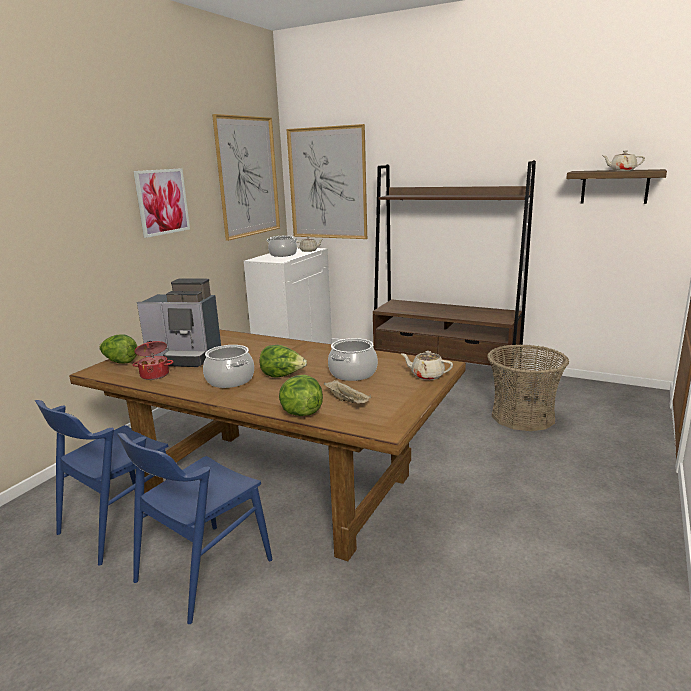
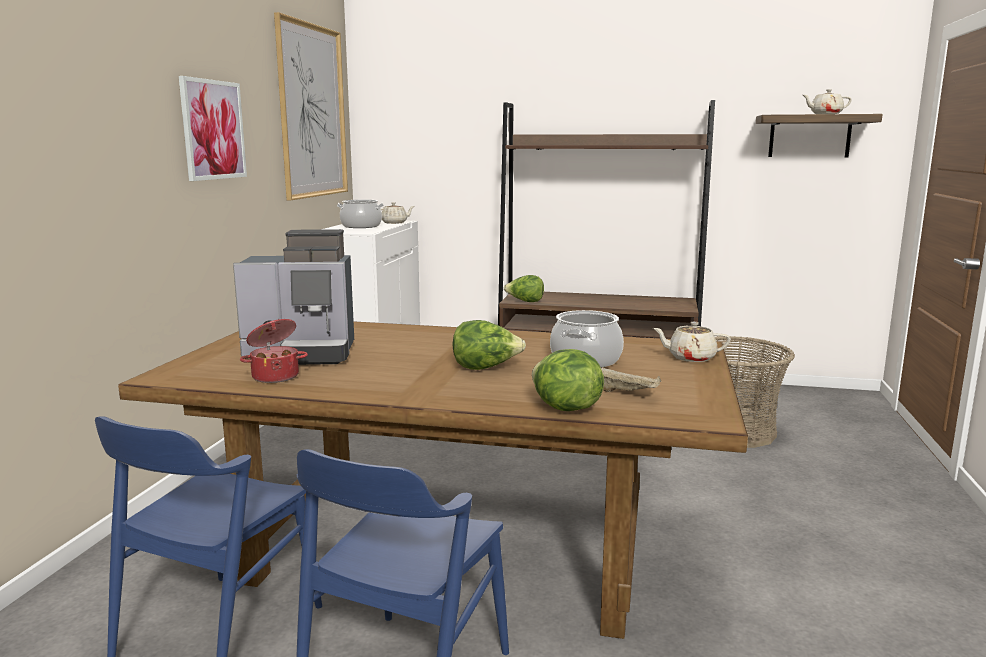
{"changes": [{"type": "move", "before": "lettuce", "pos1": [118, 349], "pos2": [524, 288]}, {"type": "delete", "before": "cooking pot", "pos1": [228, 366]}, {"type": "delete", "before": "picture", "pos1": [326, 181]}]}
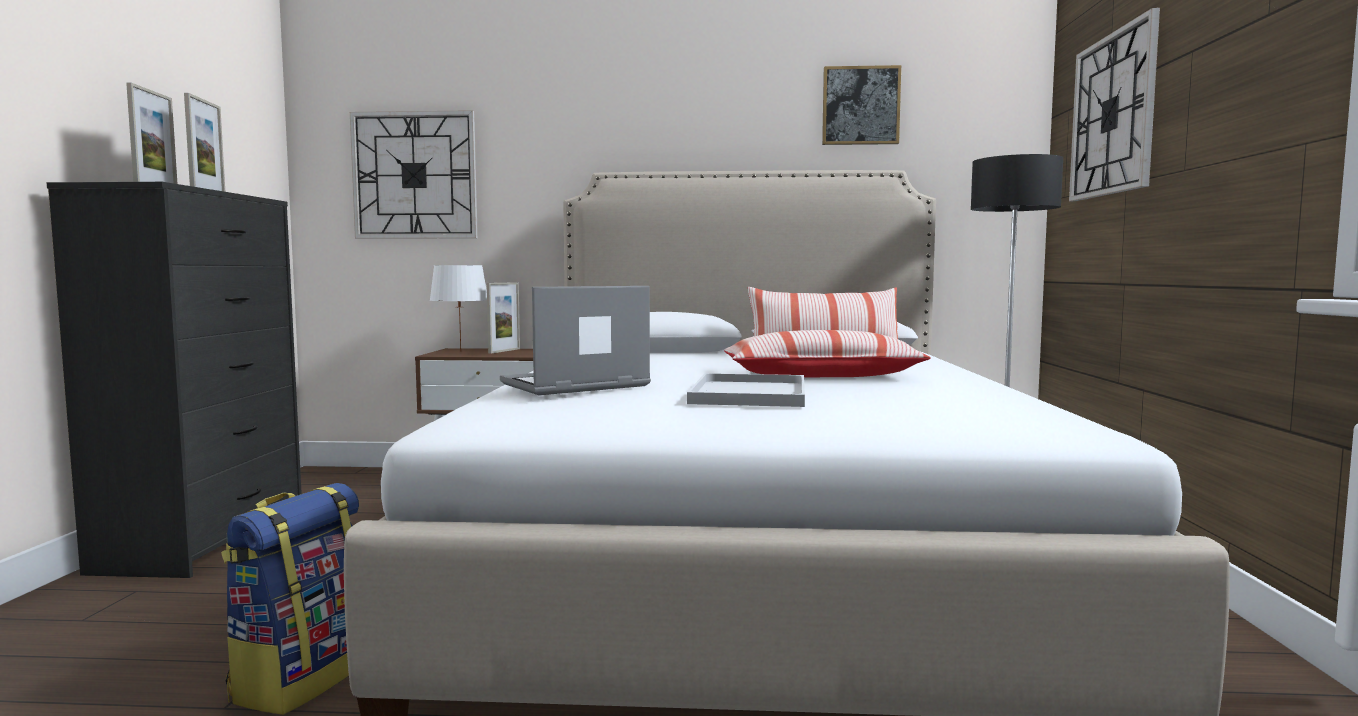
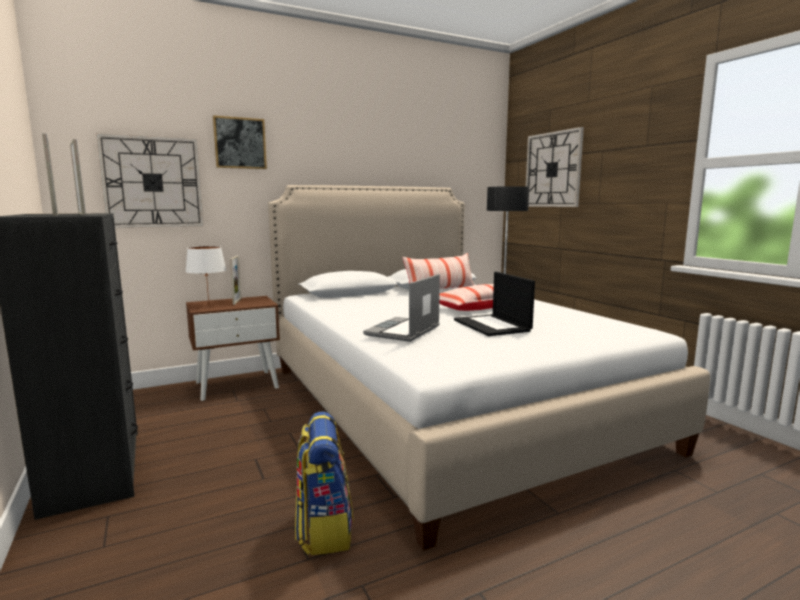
{"changes": [{"type": "replace", "before": "white tray", "after": "laptop", "pos1": [746, 390], "pos2": [494, 304]}, {"type": "move", "before": "picture", "pos1": [861, 105], "pos2": [240, 142]}]}
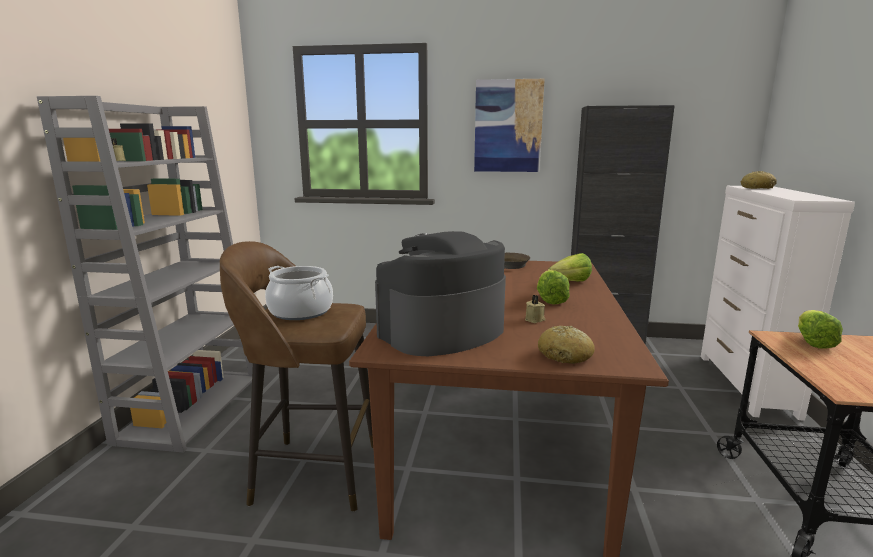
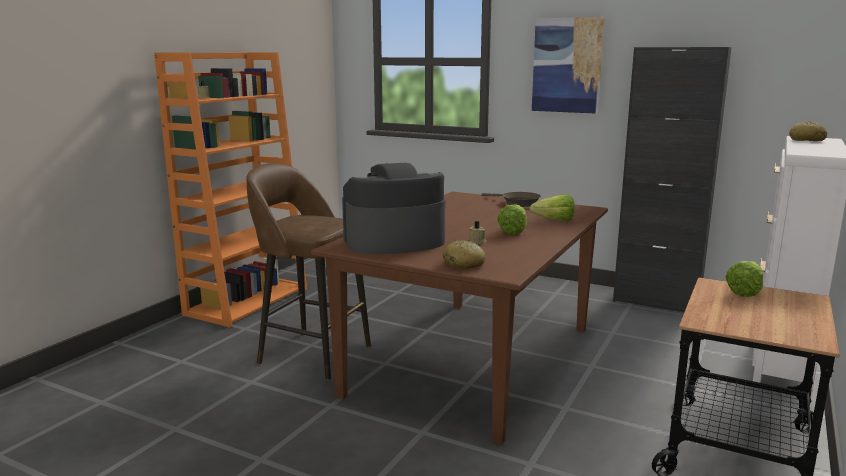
{"changes": [{"type": "recolor", "before": "grey bookcase", "after": "orange bookcase", "pos1": [145, 274], "pos2": [230, 189]}, {"type": "delete", "before": "cooking pot", "pos1": [299, 293]}]}
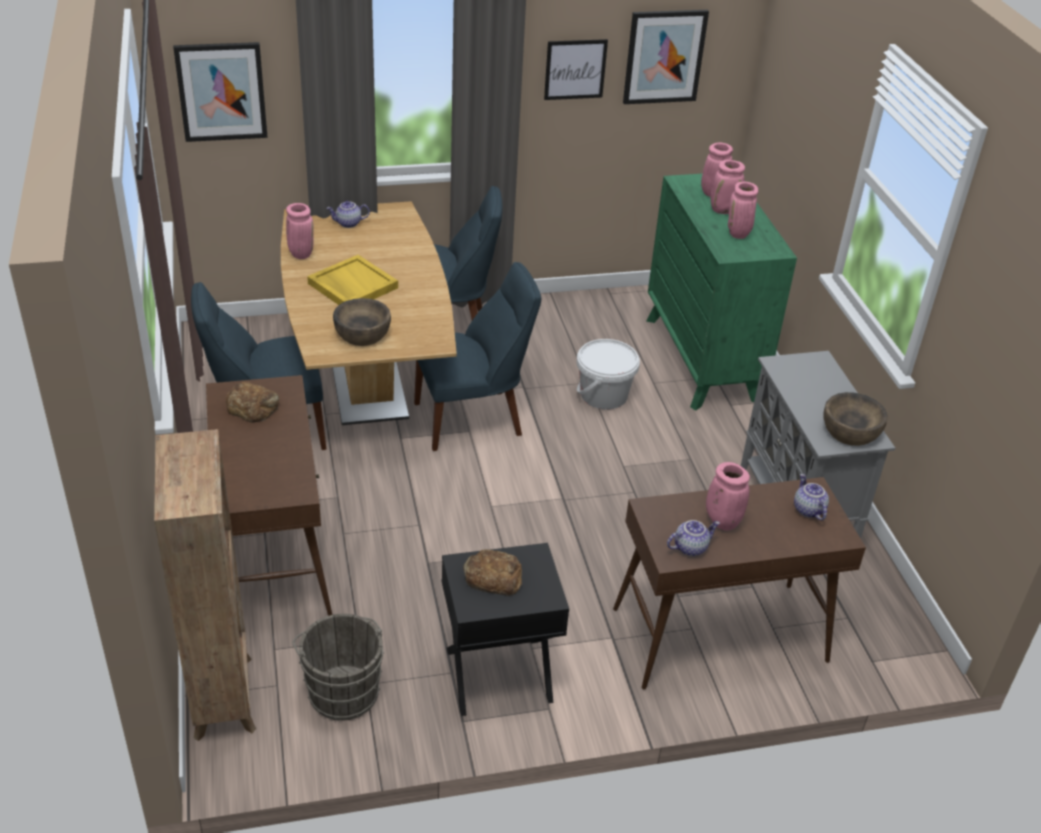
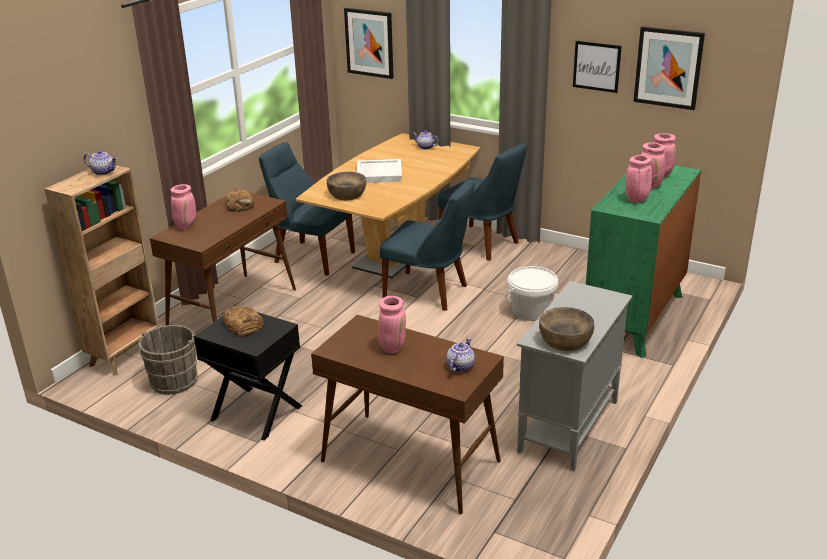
{"changes": [{"type": "move", "before": "pink vase", "pos1": [300, 231], "pos2": [183, 206]}, {"type": "recolor", "before": "yellow tray", "after": "white tray", "pos1": [352, 280], "pos2": [379, 171]}, {"type": "move", "before": "teapot", "pos1": [693, 538], "pos2": [100, 162]}]}
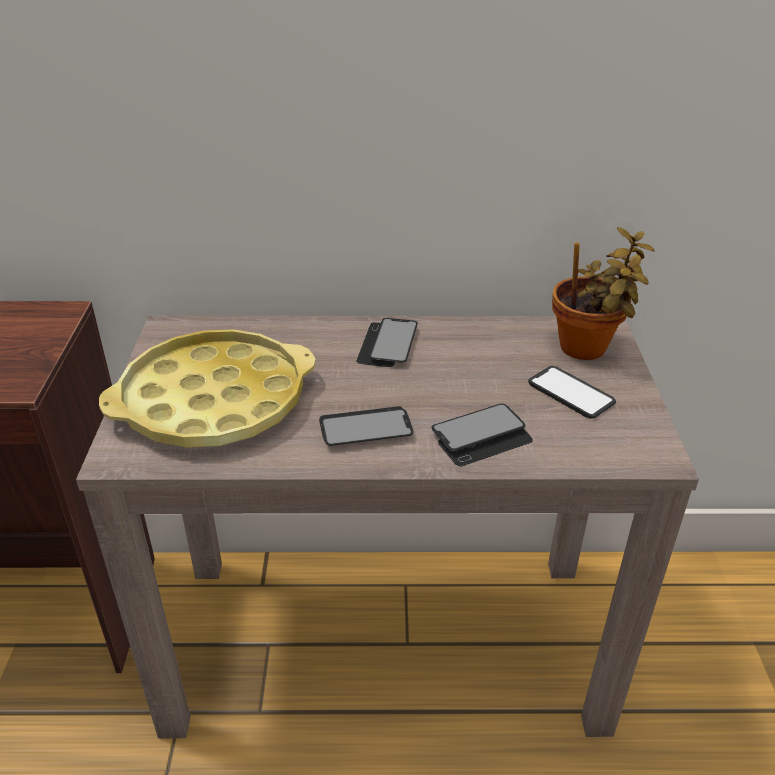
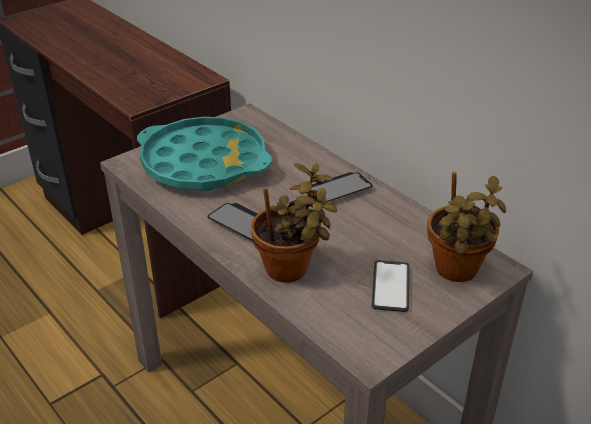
{"changes": [{"type": "recolor", "before": "yellow tray", "after": "turquoise tray", "pos1": [207, 388], "pos2": [204, 154]}, {"type": "replace", "before": "phone", "after": "potted plant", "pos1": [482, 435], "pos2": [294, 222]}]}
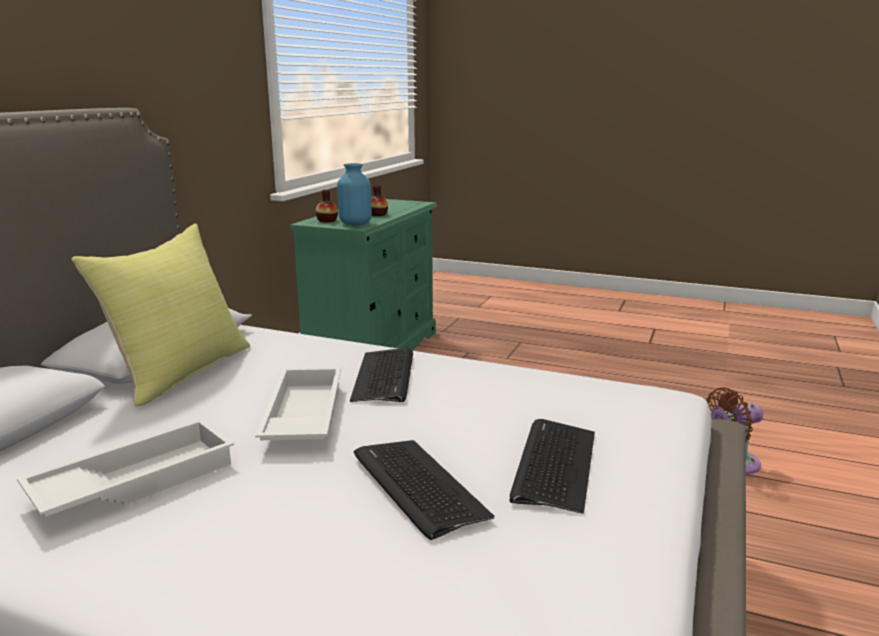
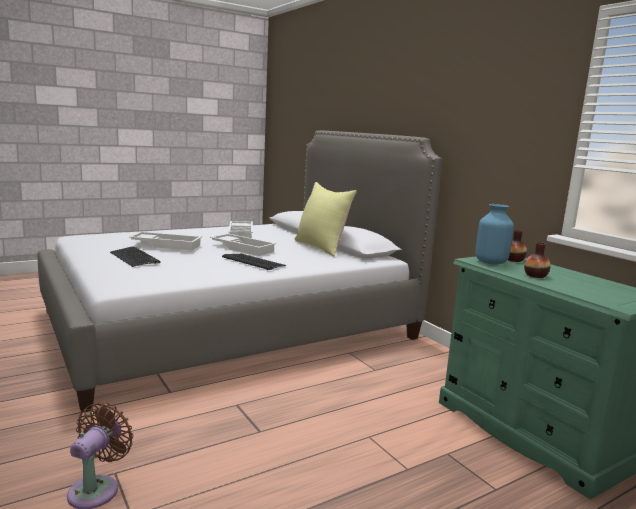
{"changes": [{"type": "replace", "before": "keyboard", "after": "white tray", "pos1": [424, 490], "pos2": [165, 241]}]}
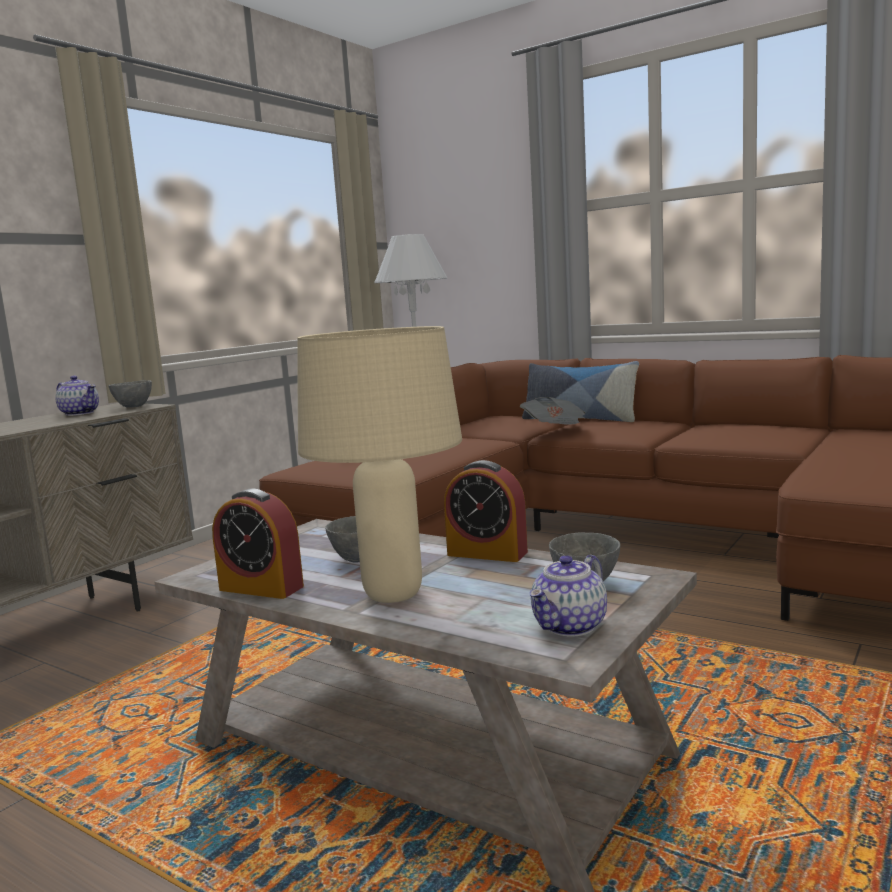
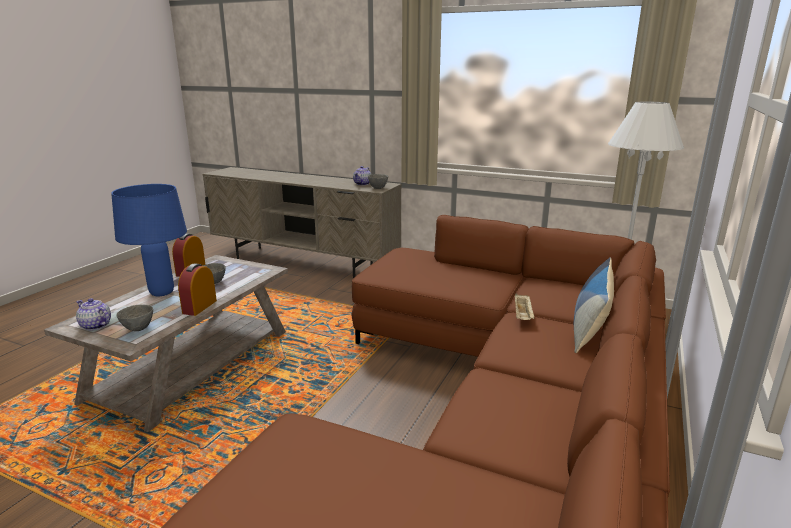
{"changes": [{"type": "recolor", "before": "beige table lamp", "after": "blue table lamp", "pos1": [379, 464], "pos2": [149, 240]}, {"type": "replace", "before": "newspaper", "after": "beige tray", "pos1": [553, 411], "pos2": [525, 306]}]}
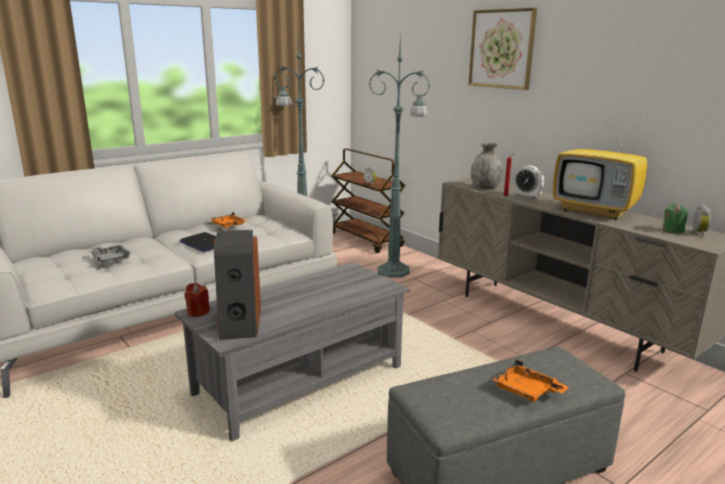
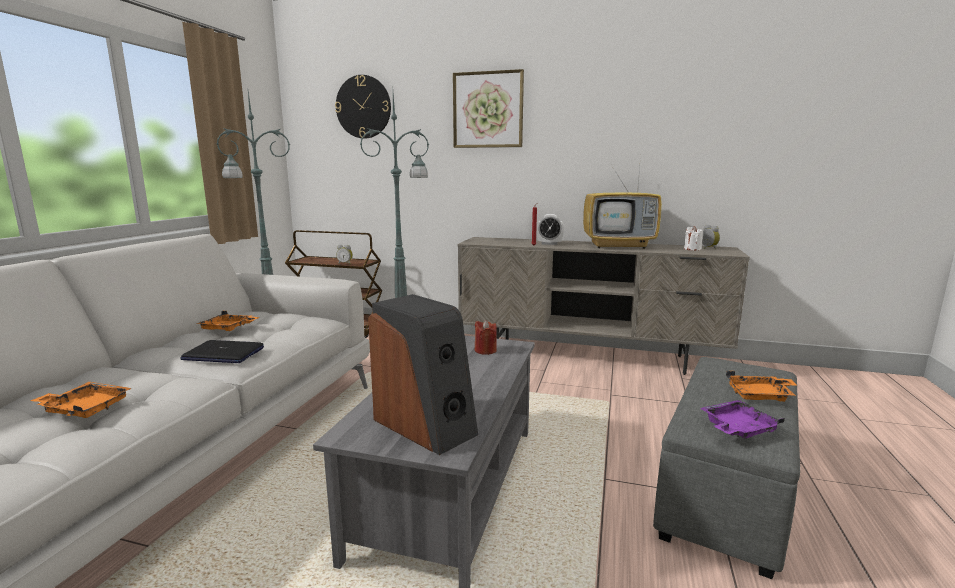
{"changes": [{"type": "recolor", "before": "grey tray", "after": "orange tray", "pos1": [111, 254], "pos2": [81, 400]}, {"type": "move", "before": "red candle", "pos1": [197, 300], "pos2": [486, 337]}, {"type": "delete", "before": "grey vase", "pos1": [487, 166]}, {"type": "recolor", "before": "green candle", "after": "white candle", "pos1": [675, 219], "pos2": [693, 238]}, {"type": "insert", "after": "wall clock", "pos2": [363, 107]}, {"type": "insert", "after": "purple tray", "pos2": [742, 419]}]}
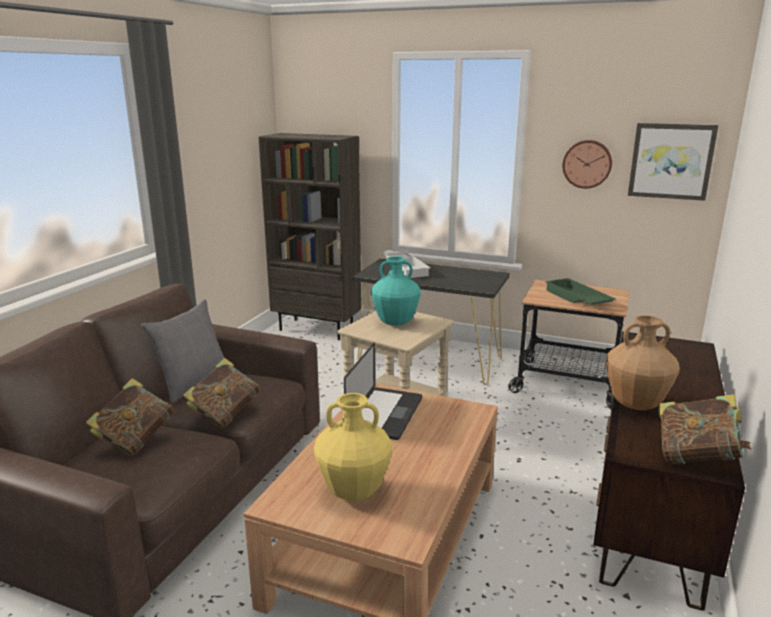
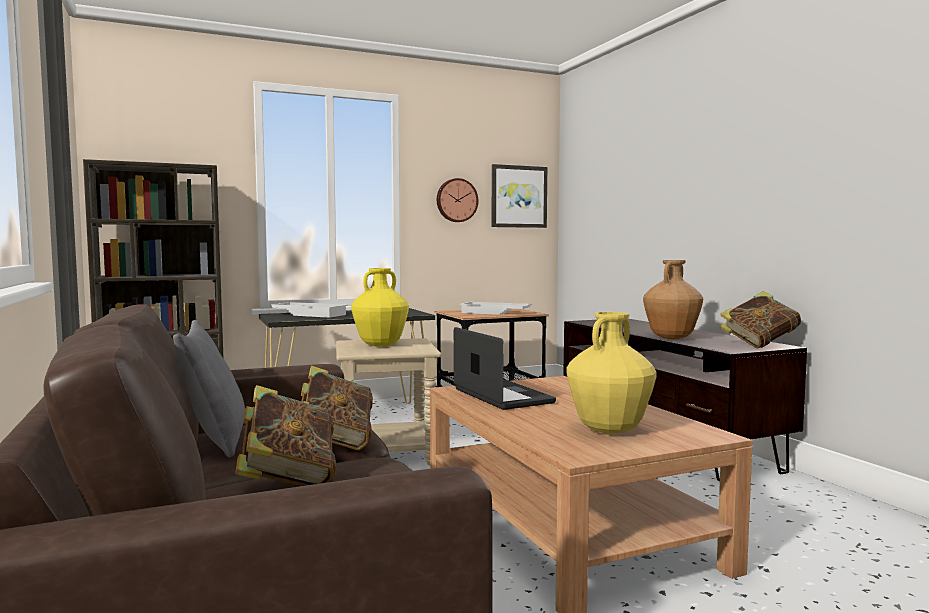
{"changes": [{"type": "recolor", "before": "turquoise vase", "after": "yellow vase", "pos1": [396, 291], "pos2": [380, 307]}, {"type": "recolor", "before": "green tray", "after": "white tray", "pos1": [580, 291], "pos2": [496, 308]}]}
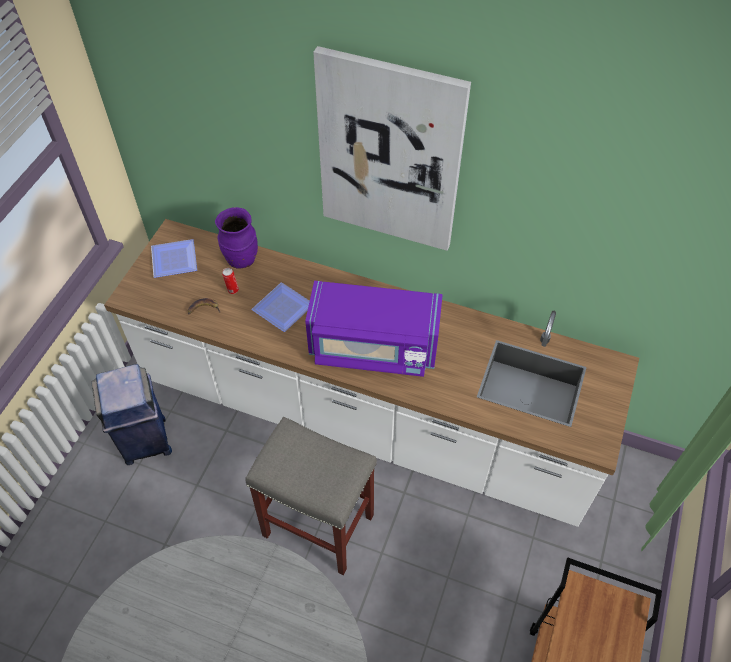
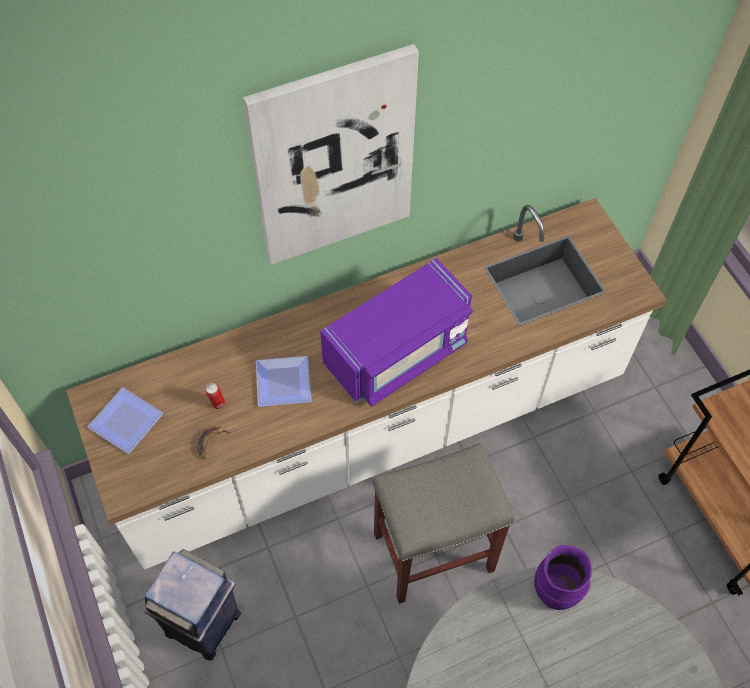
{"changes": [{"type": "move", "before": "purple vase", "pos1": [236, 238], "pos2": [563, 577]}]}
